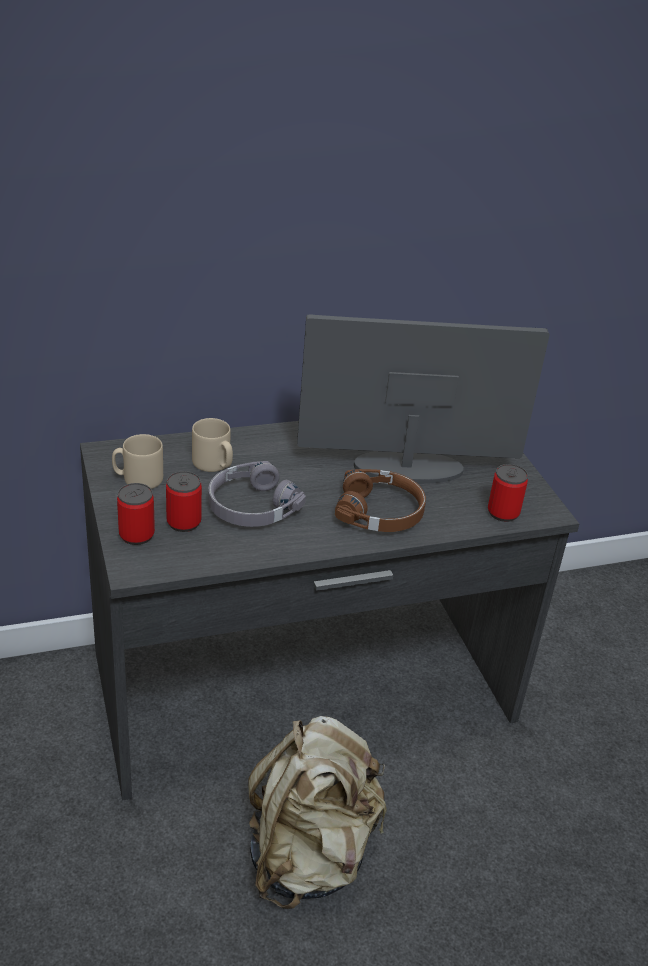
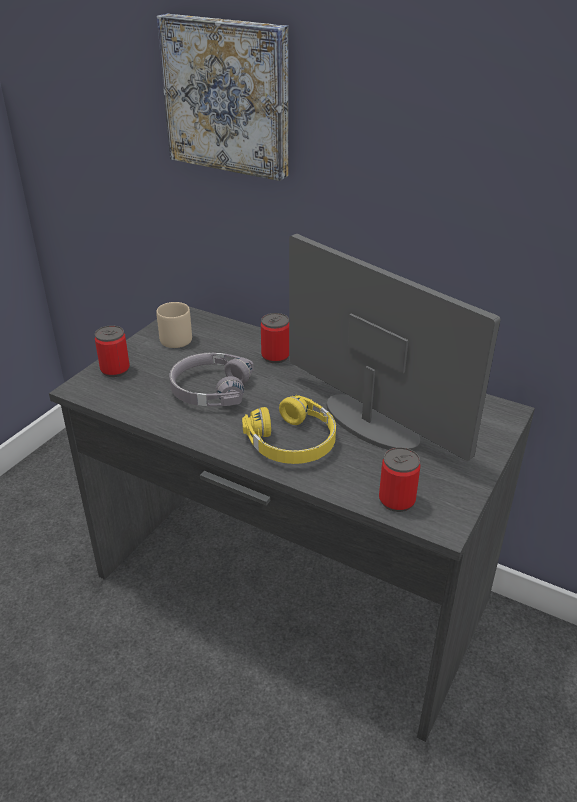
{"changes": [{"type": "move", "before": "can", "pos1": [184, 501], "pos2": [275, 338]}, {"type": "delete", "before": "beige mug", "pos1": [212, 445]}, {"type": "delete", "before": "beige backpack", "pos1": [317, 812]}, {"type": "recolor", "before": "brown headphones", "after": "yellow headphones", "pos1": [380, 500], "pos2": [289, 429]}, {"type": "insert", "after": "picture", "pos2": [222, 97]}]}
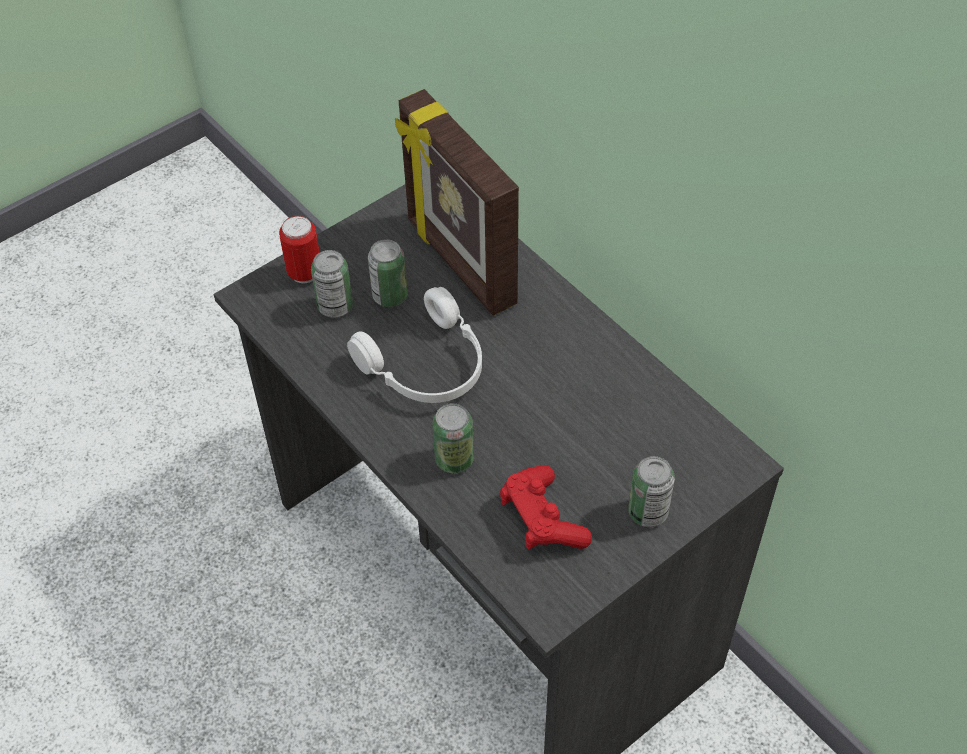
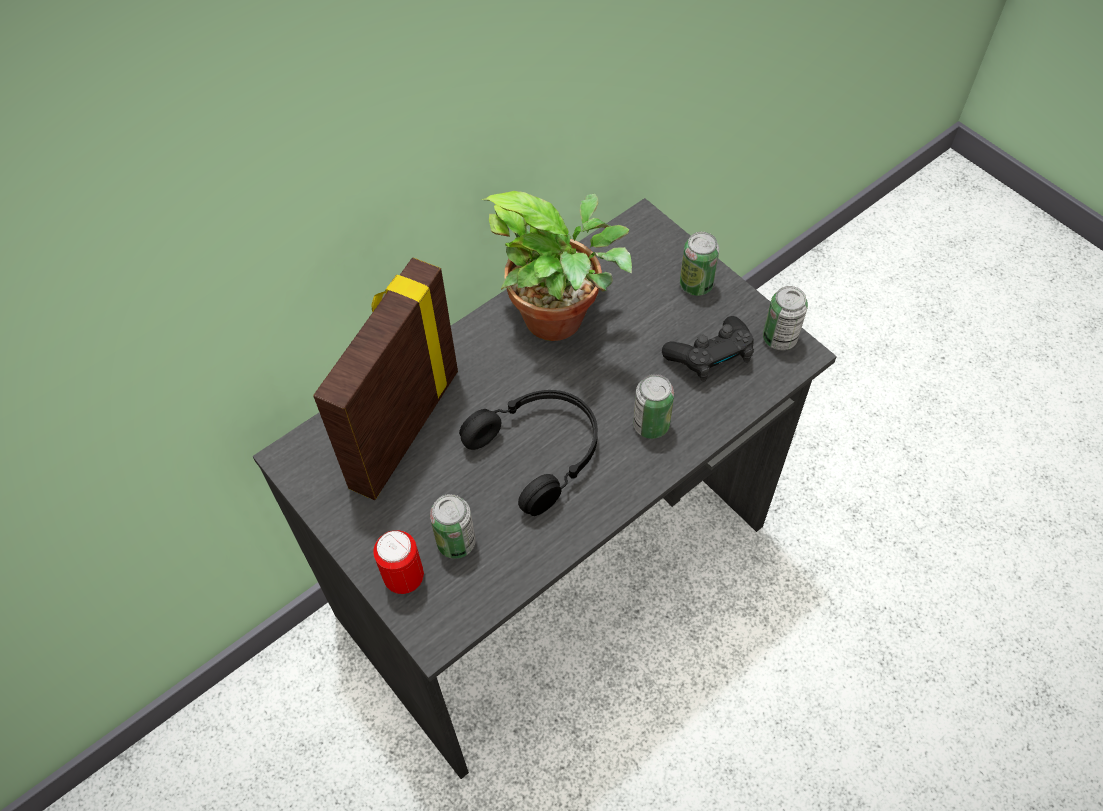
{"changes": [{"type": "recolor", "before": "white headphones", "after": "black headphones", "pos1": [414, 345], "pos2": [528, 453]}, {"type": "move", "before": "can", "pos1": [388, 273], "pos2": [785, 318]}, {"type": "rotate", "before": "picture frame", "pos1": [457, 202], "pos2": [385, 379], "turn": 150}, {"type": "recolor", "before": "red game controller", "after": "black game controller", "pos1": [546, 507], "pos2": [708, 349]}, {"type": "insert", "after": "potted plant", "pos2": [556, 266]}]}
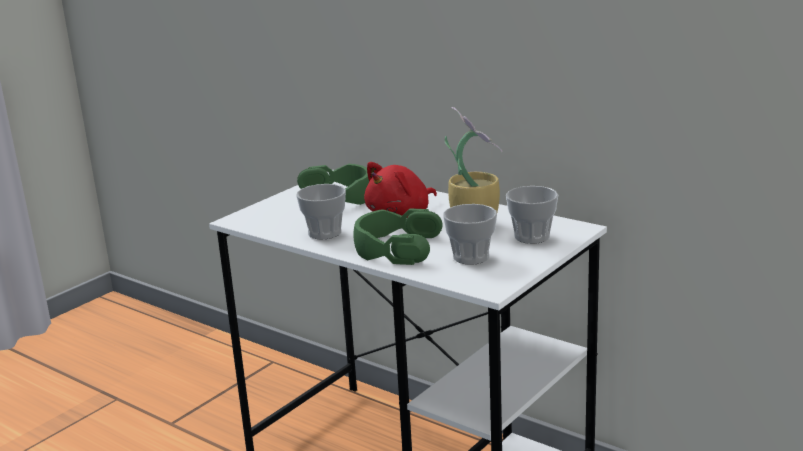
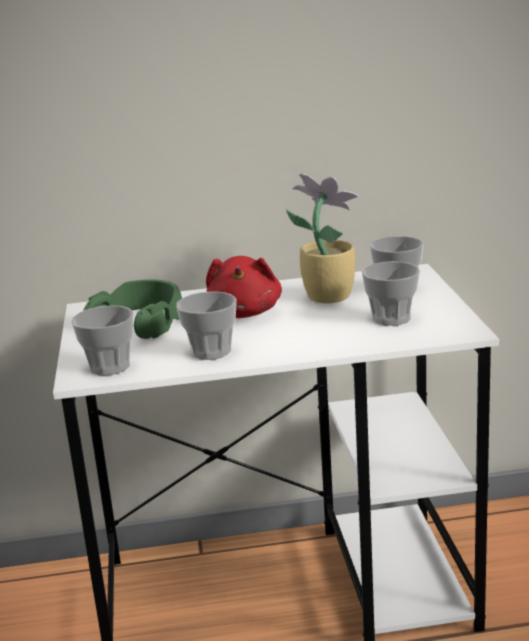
{"changes": [{"type": "delete", "before": "green headphones", "pos1": [398, 236]}, {"type": "insert", "after": "cup", "pos2": [102, 340]}]}
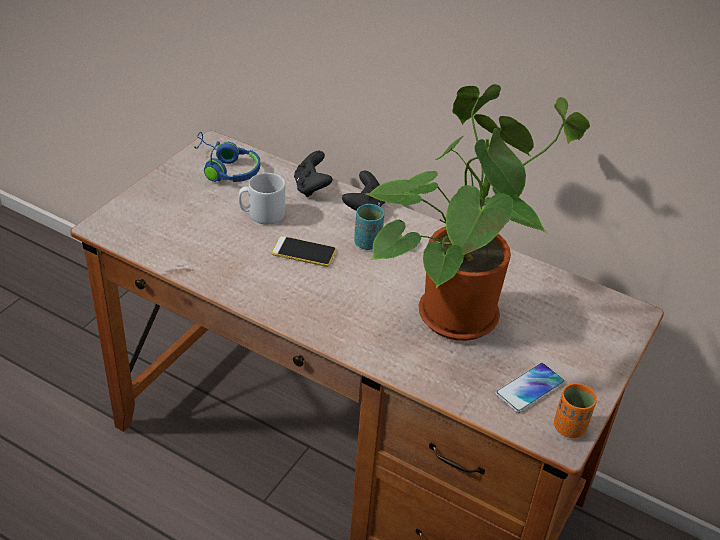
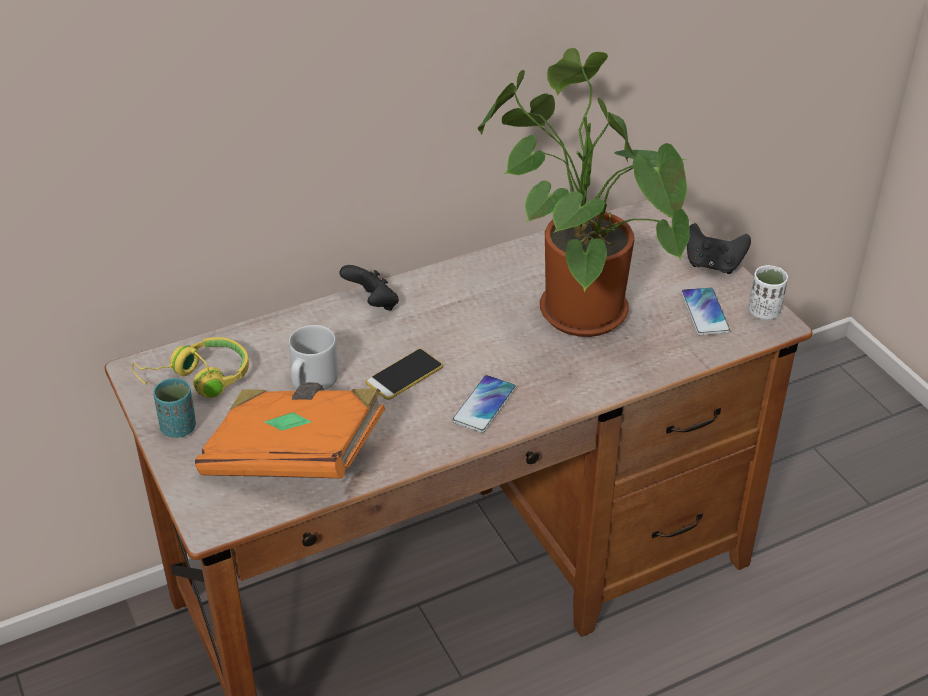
{"changes": [{"type": "recolor", "before": "blue headphones", "after": "yellow headphones", "pos1": [226, 157], "pos2": [190, 367]}, {"type": "move", "before": "black game controller", "pos1": [313, 174], "pos2": [719, 248]}, {"type": "move", "before": "turquoise cup", "pos1": [369, 227], "pos2": [174, 408]}, {"type": "recolor", "before": "orange cup", "after": "white cup", "pos1": [575, 410], "pos2": [768, 292]}, {"type": "insert", "after": "orange book", "pos2": [290, 430]}, {"type": "insert", "after": "phone", "pos2": [484, 404]}]}
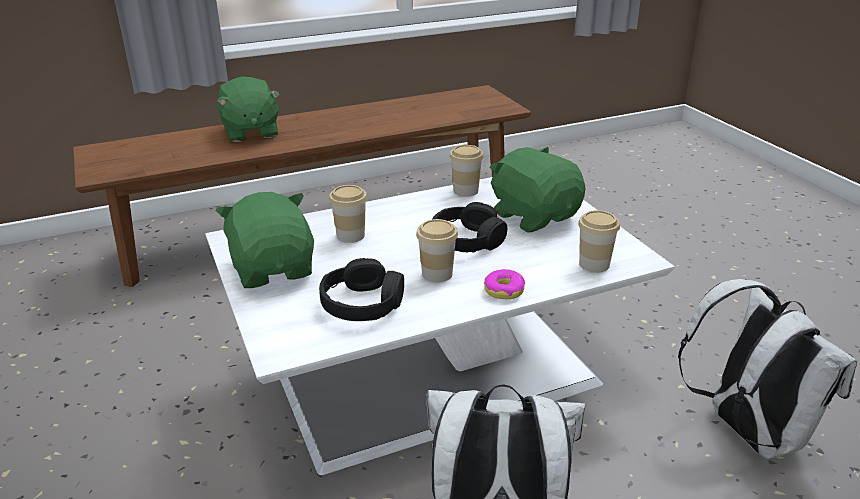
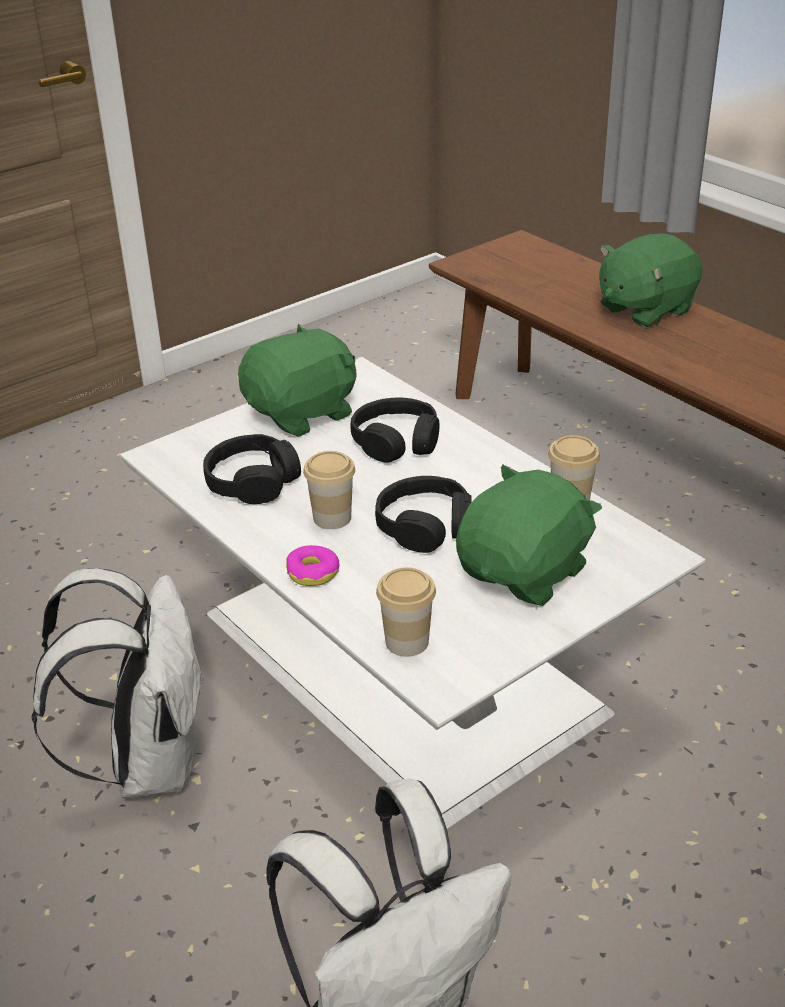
{"changes": [{"type": "replace", "before": "cup", "after": "black headphones", "pos1": [348, 214], "pos2": [394, 430]}]}
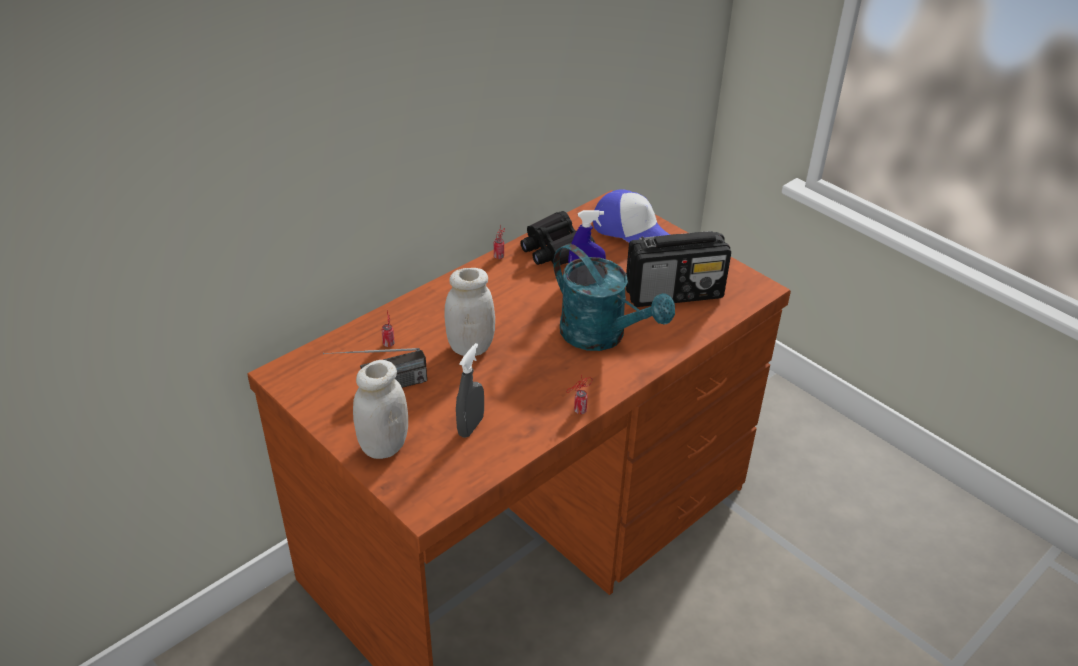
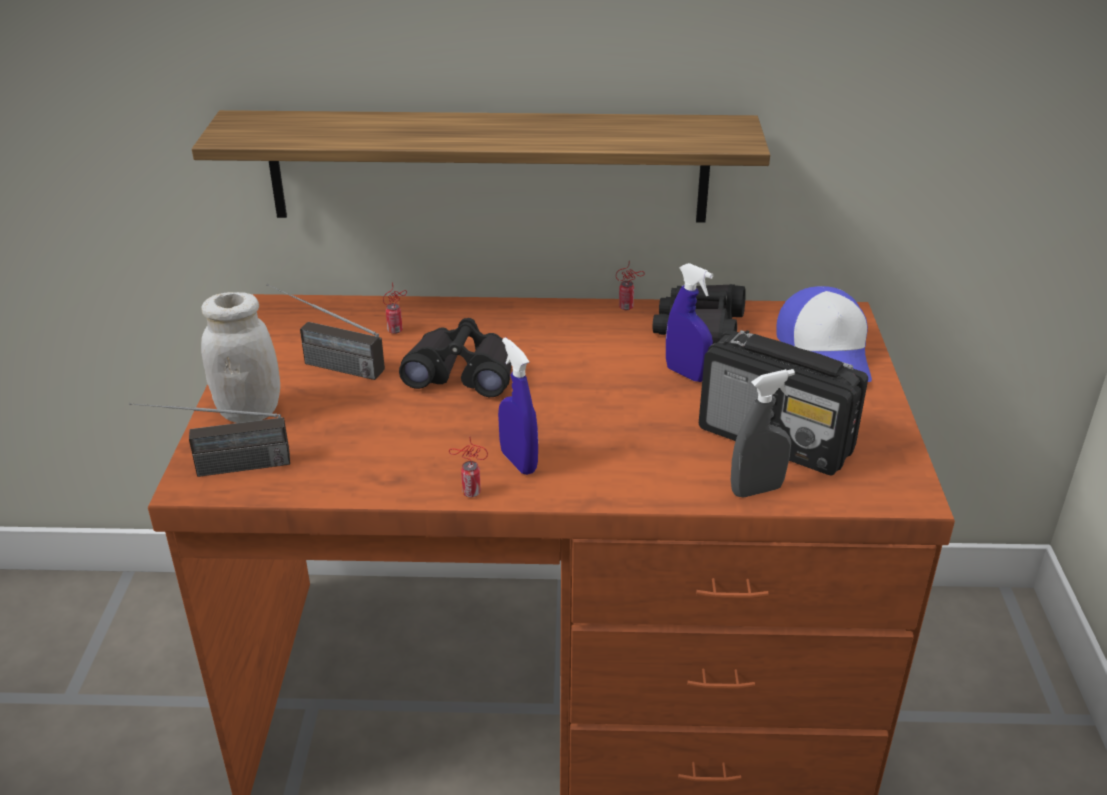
{"changes": [{"type": "replace", "before": "white jar", "after": "black binoculars", "pos1": [469, 312], "pos2": [455, 357]}, {"type": "move", "before": "grey spray bottle", "pos1": [470, 390], "pos2": [763, 433]}, {"type": "delete", "before": "turquoise watering can", "pos1": [614, 297]}, {"type": "insert", "after": "radio", "pos2": [209, 440]}, {"type": "insert", "after": "shelf", "pos2": [481, 166]}, {"type": "insert", "after": "blue spray bottle", "pos2": [518, 406]}]}
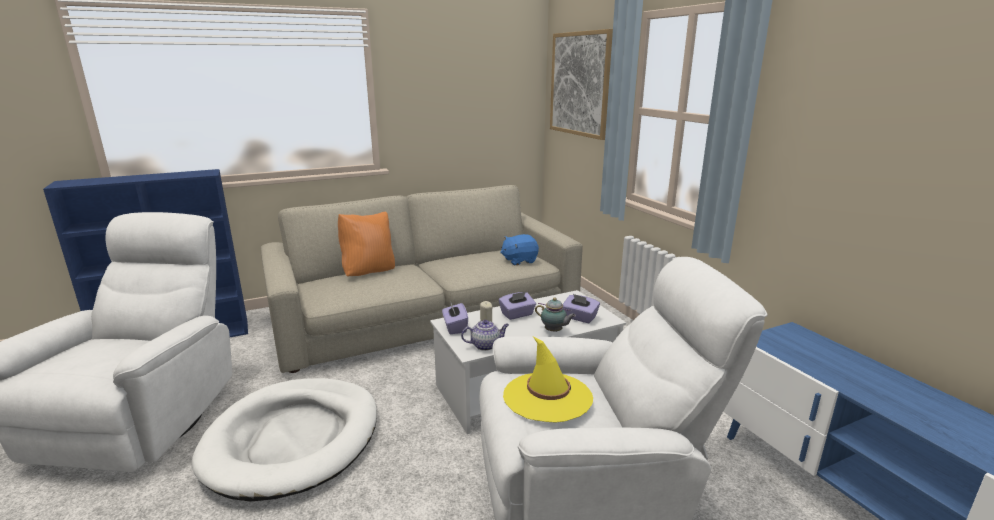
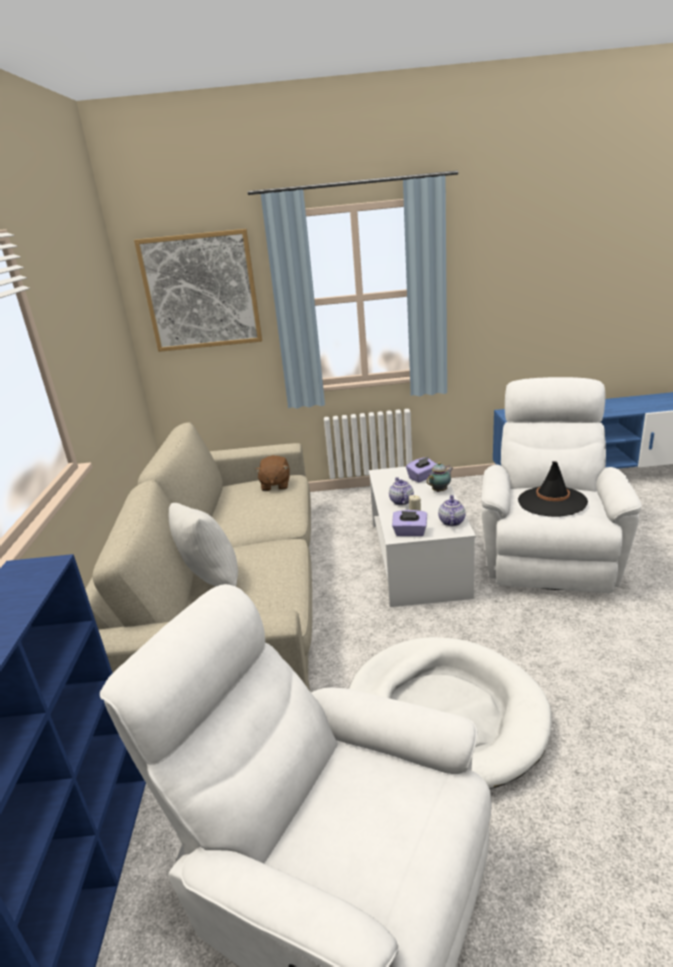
{"changes": [{"type": "recolor", "before": "orange pillow", "after": "white pillow", "pos1": [366, 244], "pos2": [203, 545]}, {"type": "replace", "before": "purple tissue box", "after": "teapot", "pos1": [517, 306], "pos2": [401, 491]}, {"type": "recolor", "before": "blue plush toy", "after": "brown plush toy", "pos1": [519, 249], "pos2": [272, 473]}, {"type": "recolor", "before": "yellow hat", "after": "black hat", "pos1": [548, 380], "pos2": [553, 489]}]}
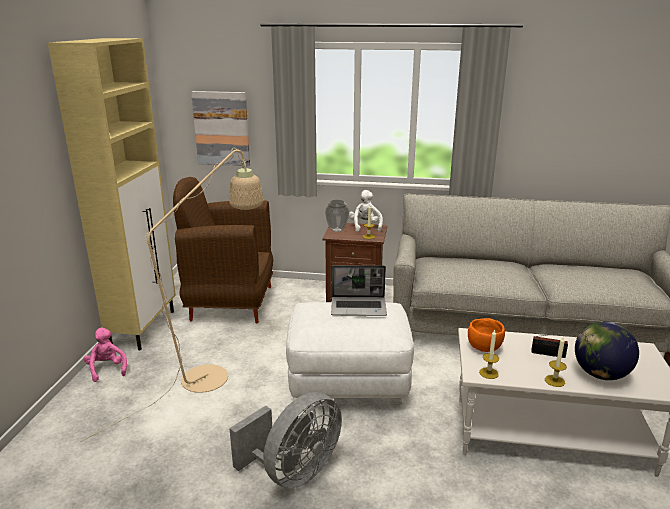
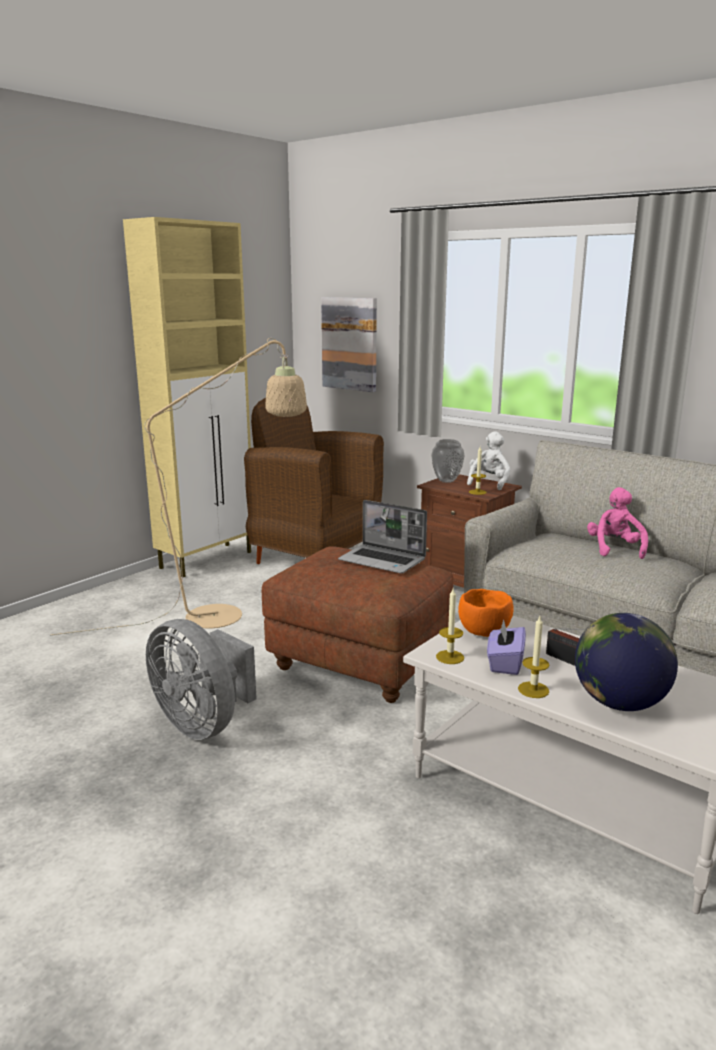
{"changes": [{"type": "move", "before": "pink plush toy", "pos1": [105, 355], "pos2": [617, 523]}, {"type": "rotate", "before": "grey fan", "pos1": [285, 440], "pos2": [201, 679], "turn": 60}, {"type": "recolor", "before": "white ottoman", "after": "brown ottoman", "pos1": [350, 354], "pos2": [357, 624]}, {"type": "insert", "after": "purple tissue box", "pos2": [506, 647]}]}
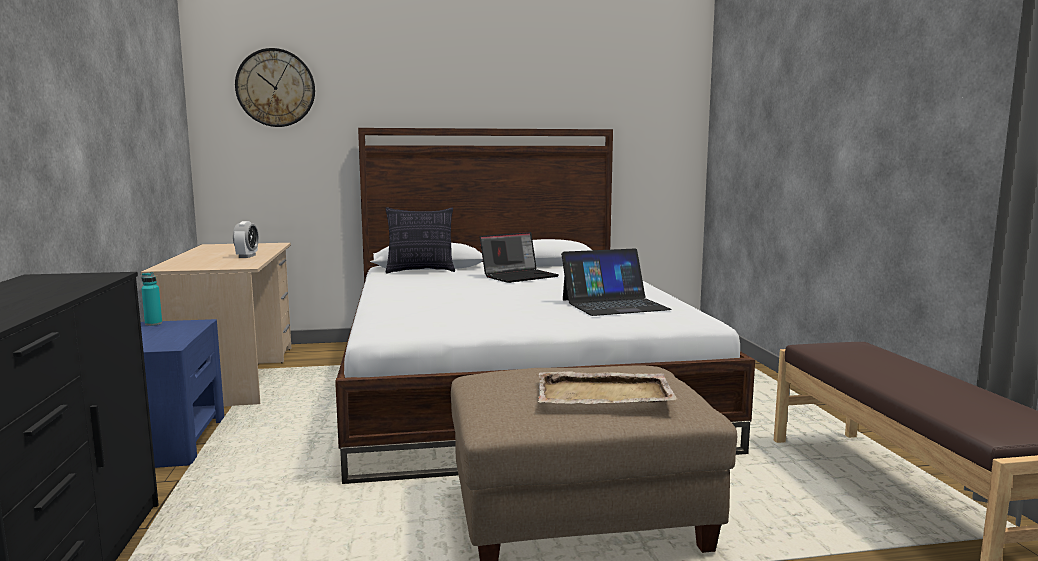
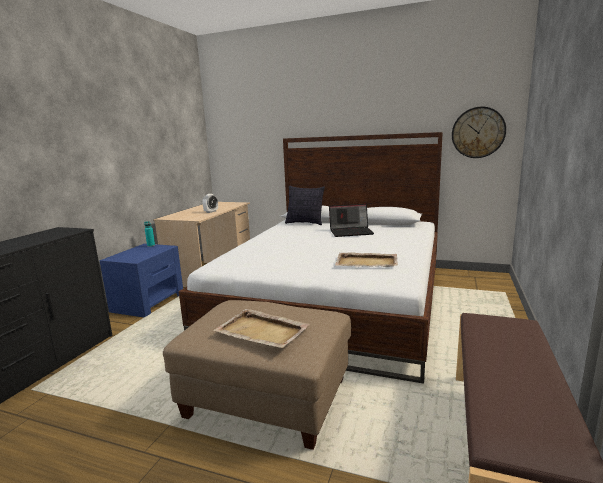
{"changes": [{"type": "move", "before": "wall clock", "pos1": [275, 87], "pos2": [479, 132]}, {"type": "replace", "before": "laptop", "after": "beige tray", "pos1": [616, 282], "pos2": [366, 259]}]}
